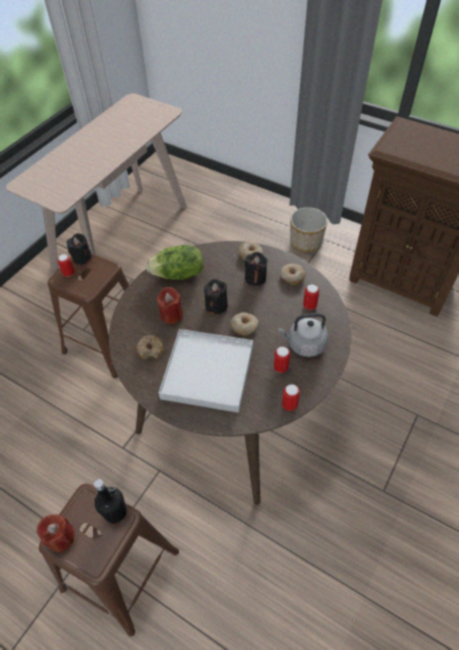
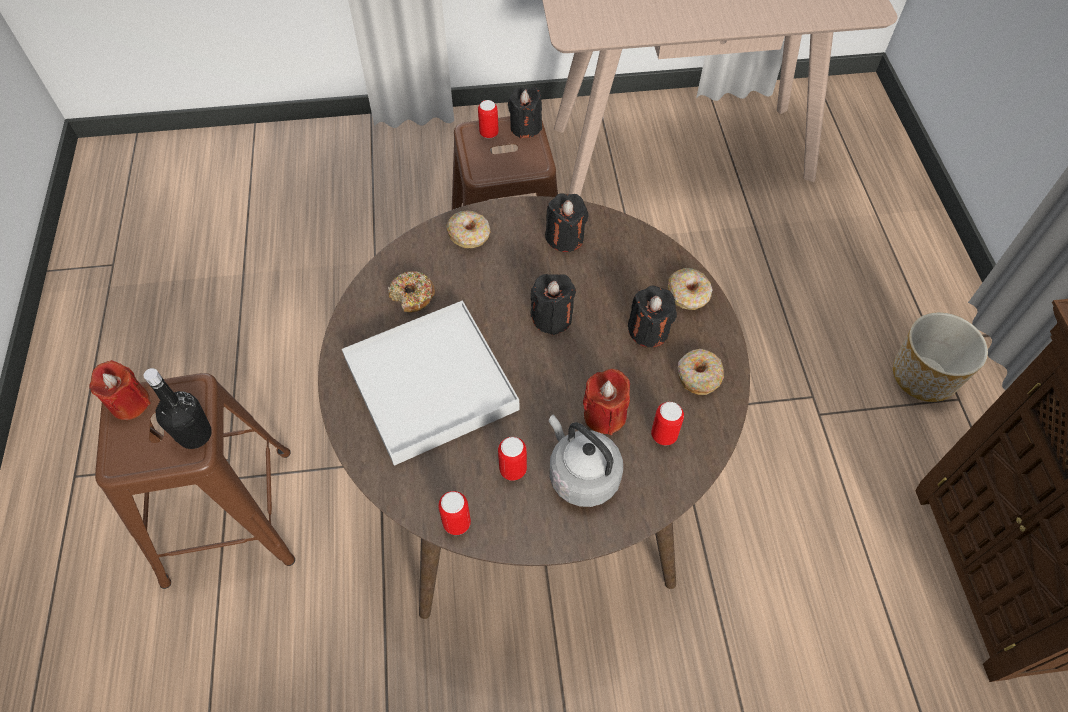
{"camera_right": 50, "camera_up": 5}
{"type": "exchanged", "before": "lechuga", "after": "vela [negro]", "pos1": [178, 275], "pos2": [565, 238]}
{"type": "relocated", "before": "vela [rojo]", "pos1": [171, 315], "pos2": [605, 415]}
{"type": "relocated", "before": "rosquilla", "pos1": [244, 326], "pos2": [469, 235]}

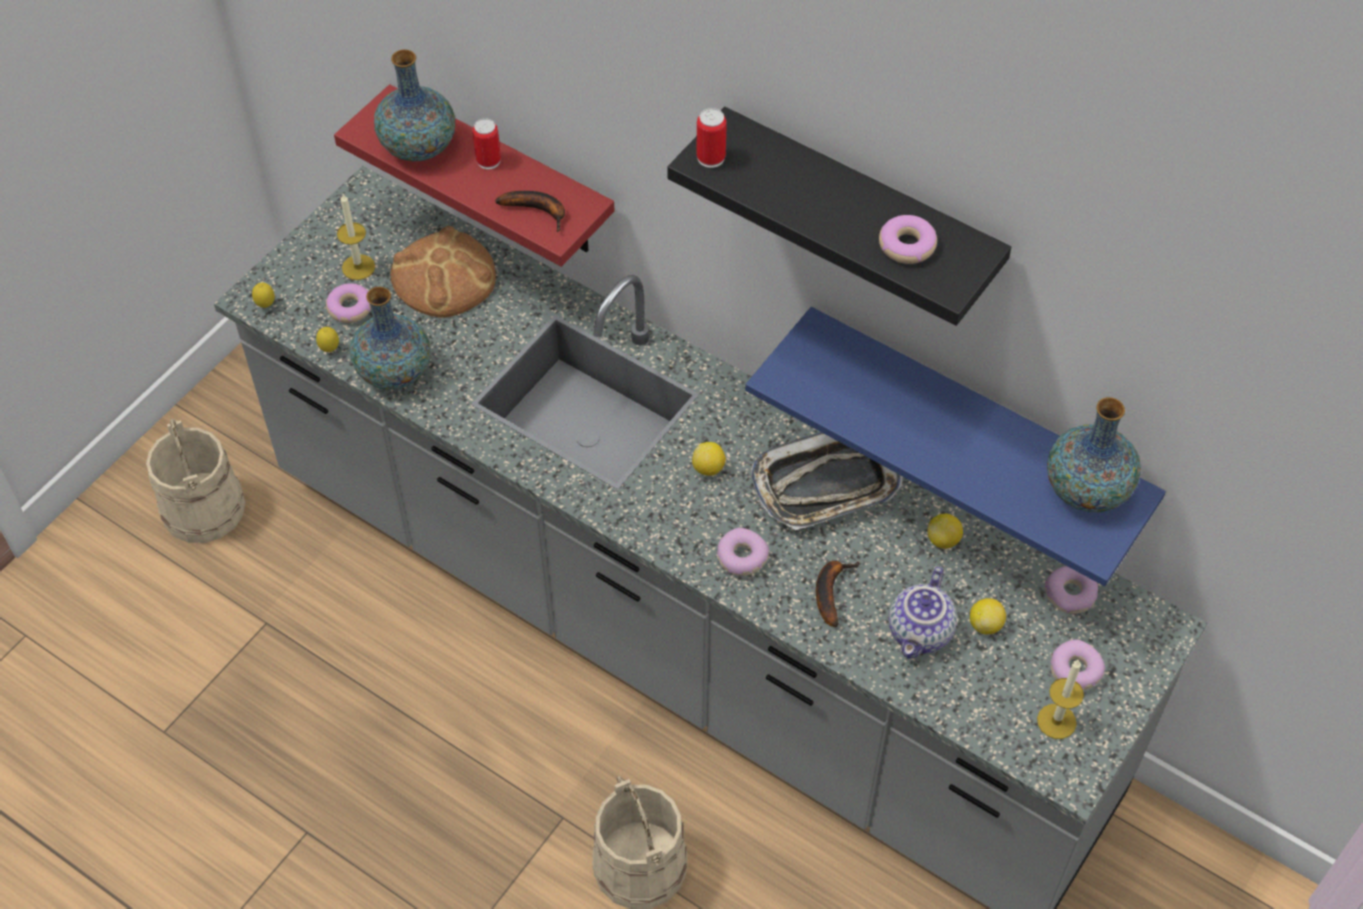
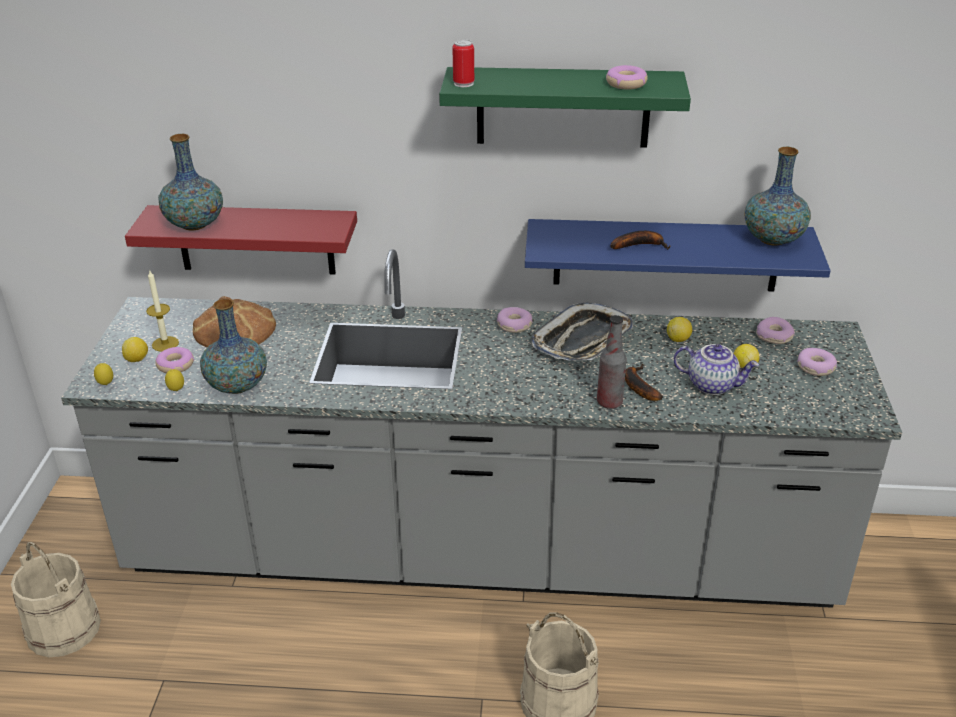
{"camera_right": -30, "camera_up": -20}
{"type": "missing", "before": "lata", "pos1": [488, 160]}
{"type": "relocated", "before": "plátano", "pos1": [538, 210], "pos2": [640, 245]}
{"type": "colour", "before": "estante [negro]", "after": "estante [verde]", "pos1": [859, 212], "pos2": [563, 107]}
{"type": "relocated", "before": "limón", "pos1": [708, 468], "pos2": [137, 360]}
{"type": "relocated", "before": "rosquilla", "pos1": [741, 557], "pos2": [514, 325]}
{"type": "spun", "before": "tetera", "pos1": [921, 633], "pos2": [712, 385], "turn": -60}
{"type": "missing", "before": "vela", "pos1": [1056, 721]}
{"type": "appeared", "after": "botella", "pos2": [609, 402]}

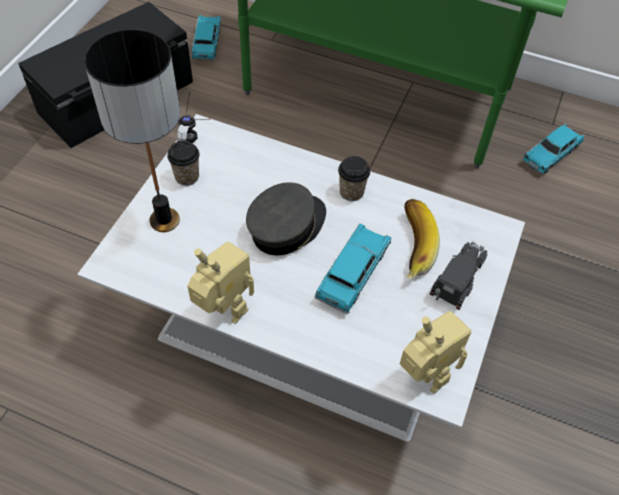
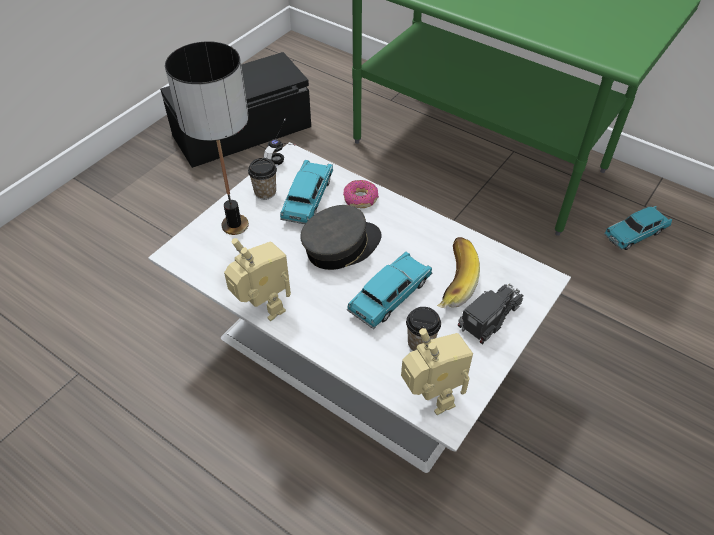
{"camera_right": 15, "camera_up": -5}
{"type": "relocated", "before": "coche de juguete [turquesa]", "pos1": [207, 44], "pos2": [308, 200]}
{"type": "relocated", "before": "taza", "pos1": [351, 192], "pos2": [420, 343]}
{"type": "appeared", "after": "rosquilla", "pos2": [360, 199]}

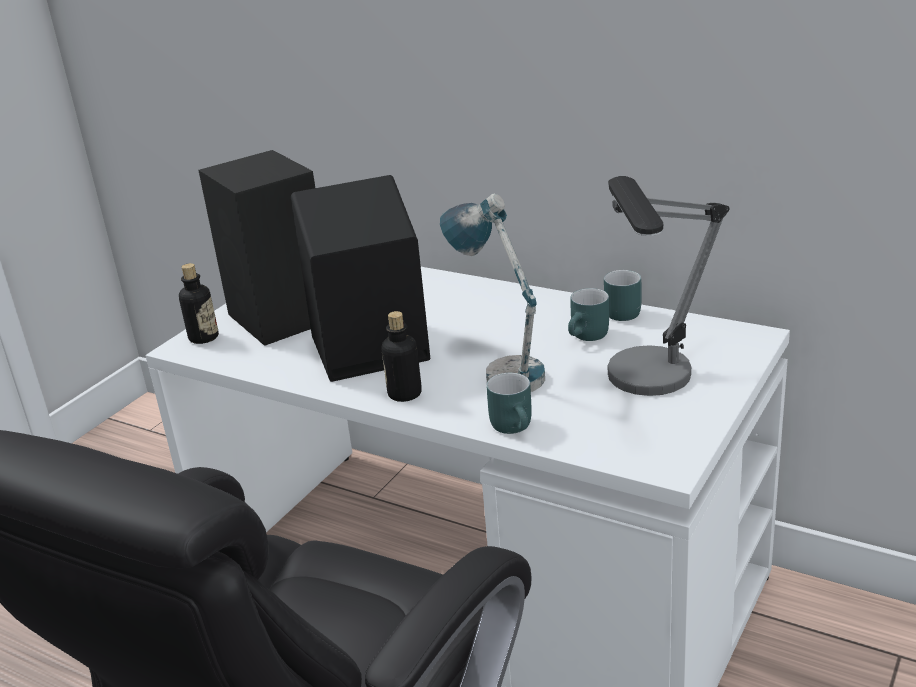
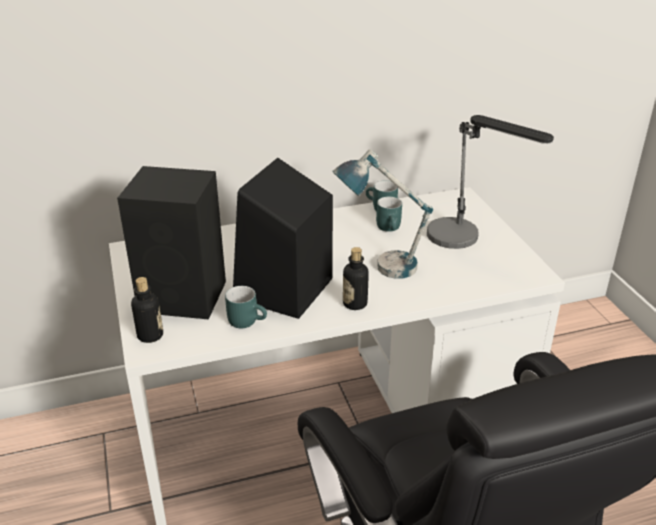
{"camera_right": -50, "camera_up": 5}
{"type": "relocated", "before": "taza grande [turquesa]", "pos1": [516, 427], "pos2": [247, 320]}

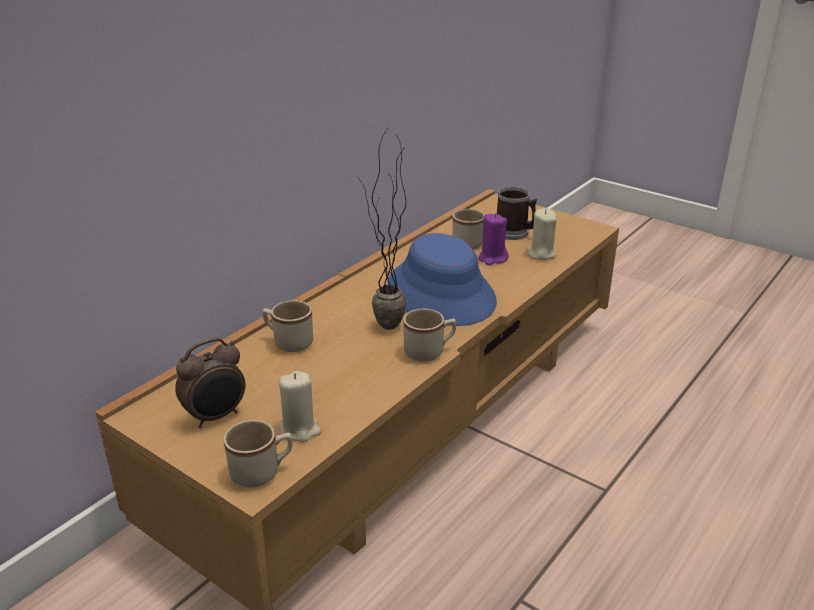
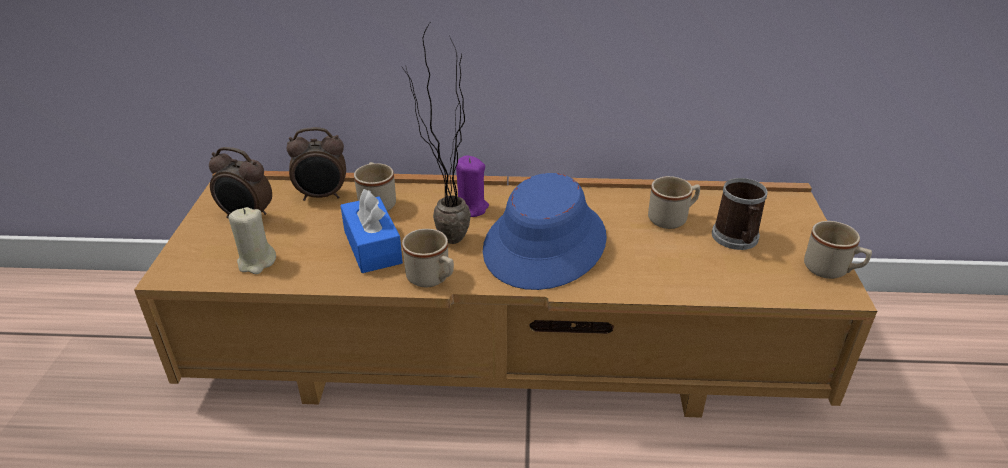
{"camera_right": 55, "camera_up": 5}
{"type": "relocated", "before": "taza grande [beis]", "pos1": [262, 472], "pos2": [831, 270]}
{"type": "relocated", "before": "vela [morado]", "pos1": [492, 258], "pos2": [470, 208]}
{"type": "missing", "before": "vela [beis]", "pos1": [541, 254]}
{"type": "appeared", "after": "despertador", "pos2": [322, 196]}
{"type": "appeared", "after": "caja de pañuelos [azul]", "pos2": [372, 247]}

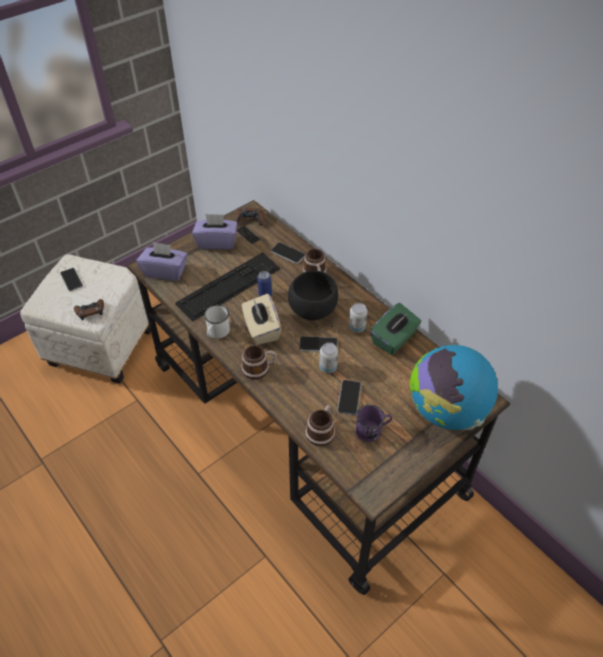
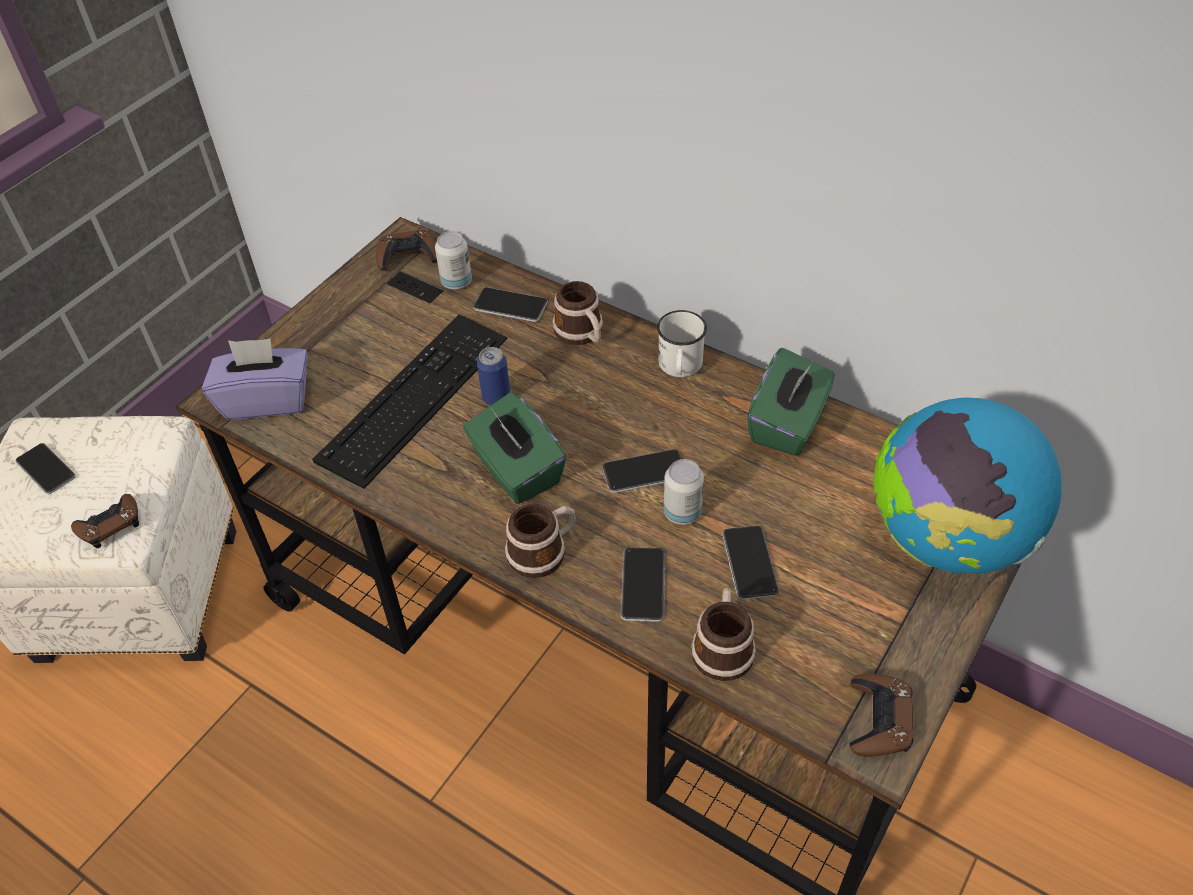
{"camera_right": -15, "camera_up": 0}
{"type": "missing", "before": "caja de pañuelos [morado]", "pos1": [217, 242]}
{"type": "relocated", "before": "taza grande [blanco]", "pos1": [216, 333], "pos2": [680, 367]}
{"type": "colour", "before": "caja de pañuelos [beis]", "after": "caja de pañuelos [verde]", "pos1": [261, 329], "pos2": [516, 470]}
{"type": "missing", "before": "cuenco [negro]", "pos1": [311, 310]}
{"type": "relocated", "before": "lata", "pos1": [357, 327], "pos2": [456, 282]}
{"type": "missing", "before": "taza grande [morado]", "pos1": [372, 430]}
{"type": "appeared", "after": "móvil", "pos2": [643, 585]}
{"type": "appeared", "after": "mando de consola [marrón]", "pos2": [879, 720]}

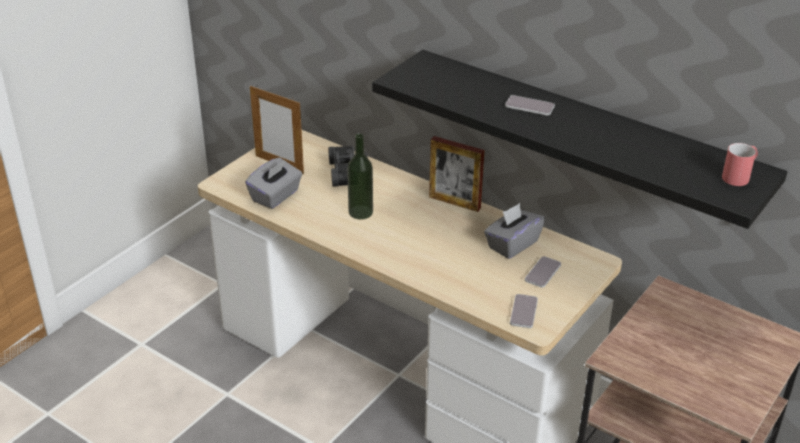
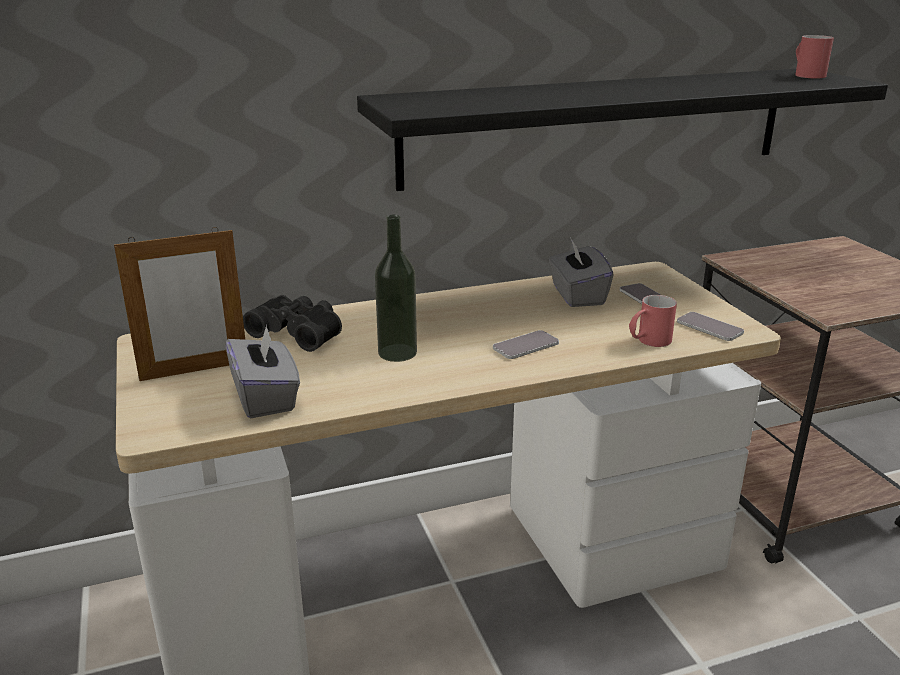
{"camera_right": -55, "camera_up": -10}
{"type": "missing", "before": "portarretratos", "pos1": [454, 202]}
{"type": "relocated", "before": "móvil", "pos1": [529, 106], "pos2": [525, 346]}
{"type": "appeared", "after": "taza grande [rojo]", "pos2": [648, 342]}

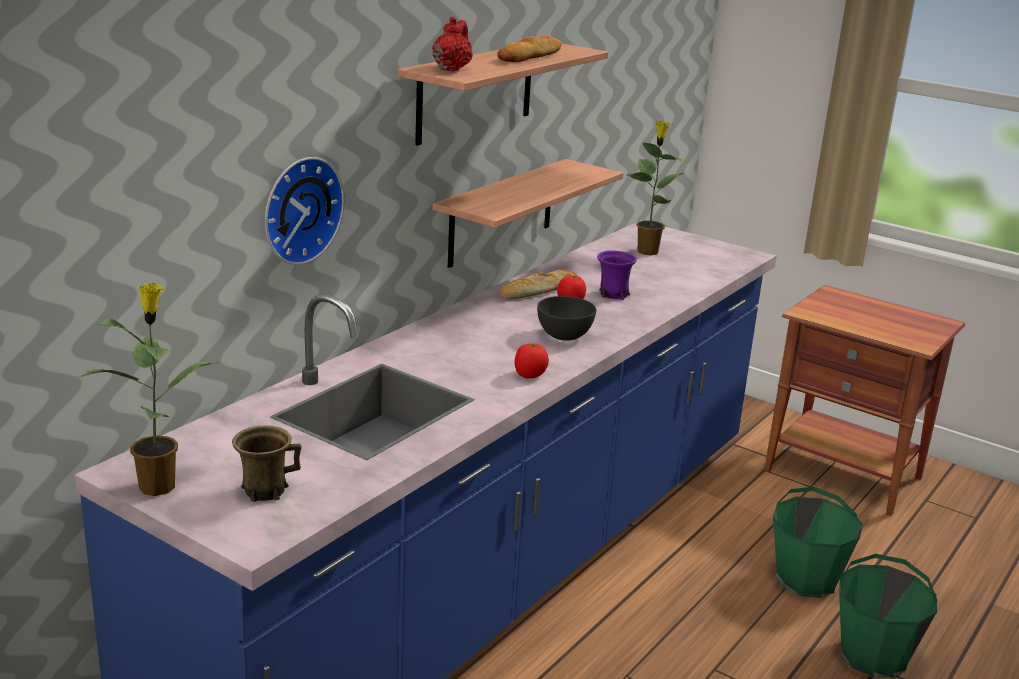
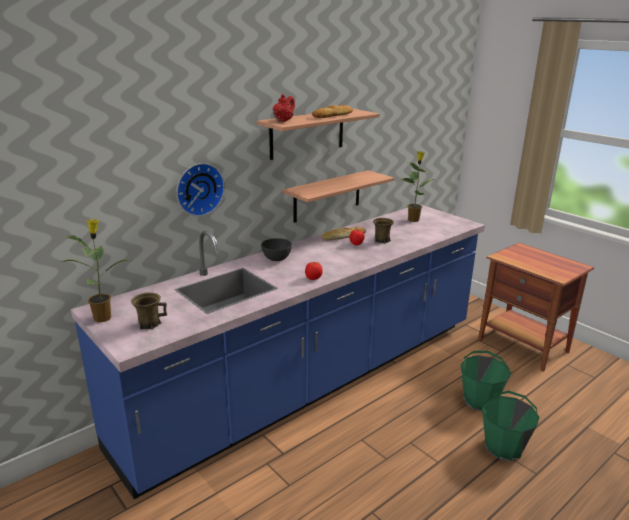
{"camera_right": 15, "camera_up": 0}
{"type": "relocated", "before": "cuenco [gris]", "pos1": [563, 336], "pos2": [276, 259]}
{"type": "colour", "before": "taza grande [morado]", "after": "taza grande [marrón]", "pos1": [613, 294], "pos2": [382, 240]}

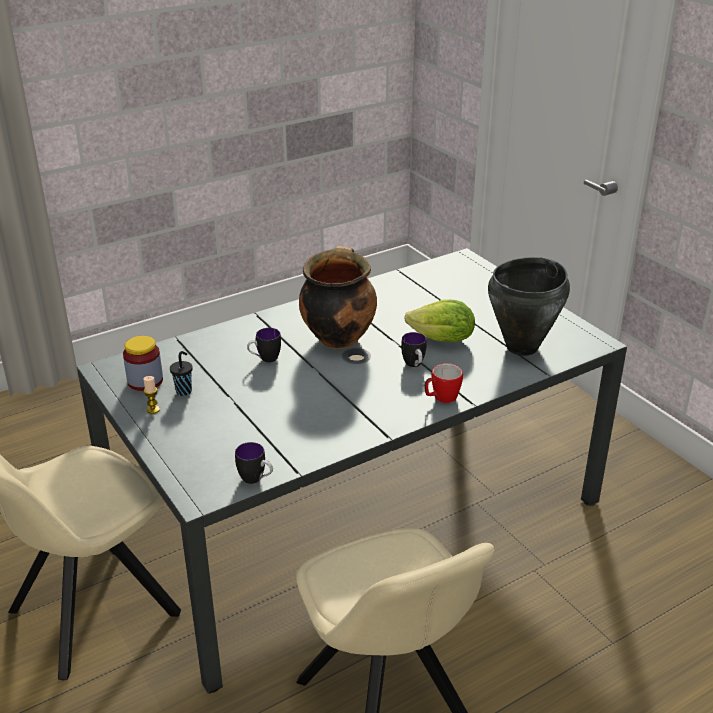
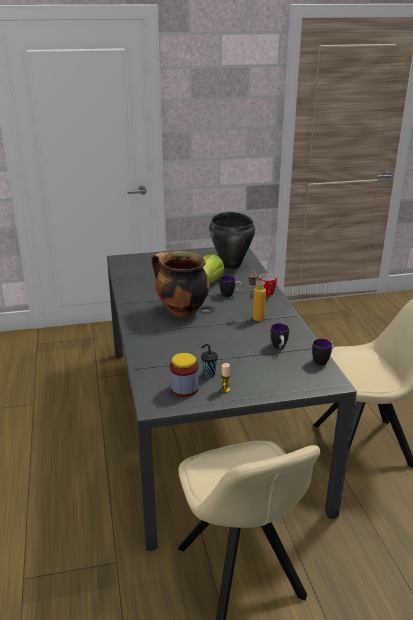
{"camera_right": -70, "camera_up": -5}
{"type": "relocated", "before": "taza grande", "pos1": [264, 359], "pos2": [279, 348]}
{"type": "appeared", "after": "botella", "pos2": [255, 316]}

